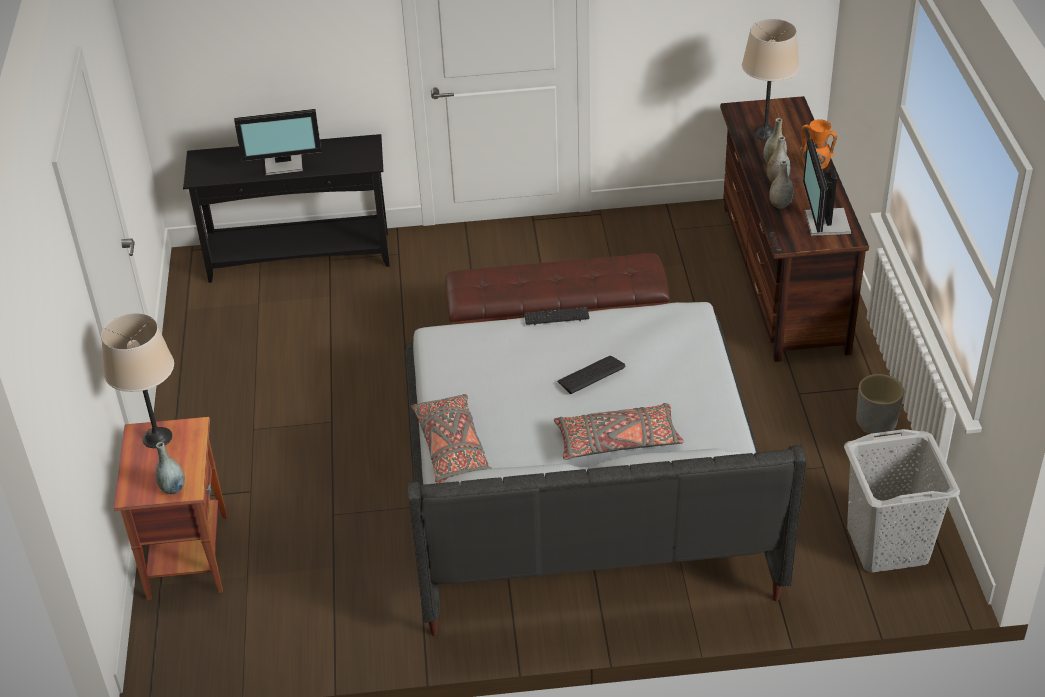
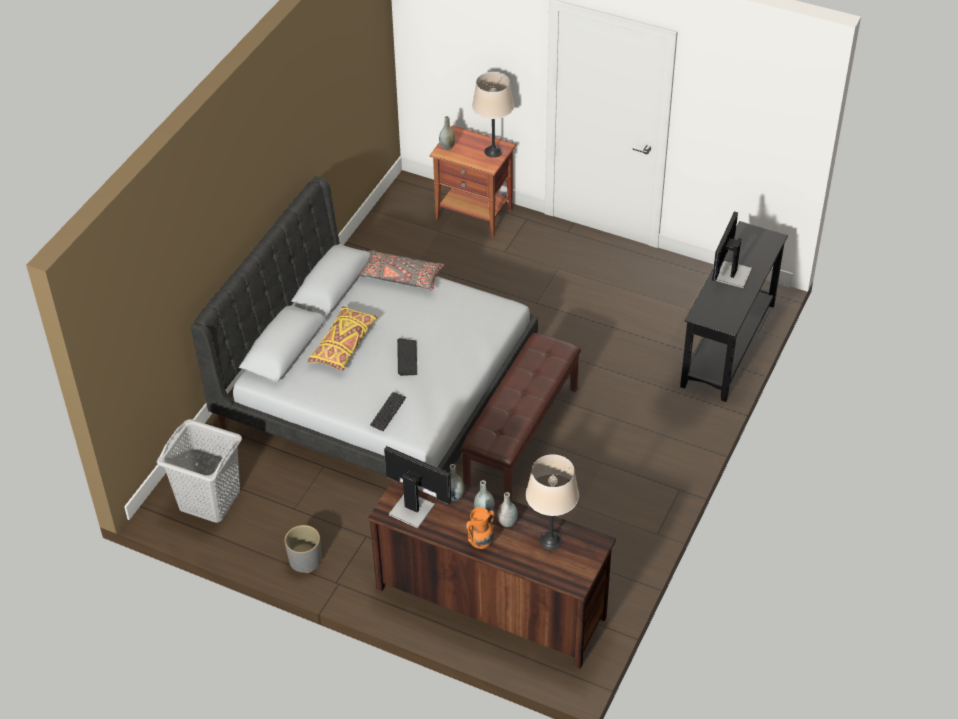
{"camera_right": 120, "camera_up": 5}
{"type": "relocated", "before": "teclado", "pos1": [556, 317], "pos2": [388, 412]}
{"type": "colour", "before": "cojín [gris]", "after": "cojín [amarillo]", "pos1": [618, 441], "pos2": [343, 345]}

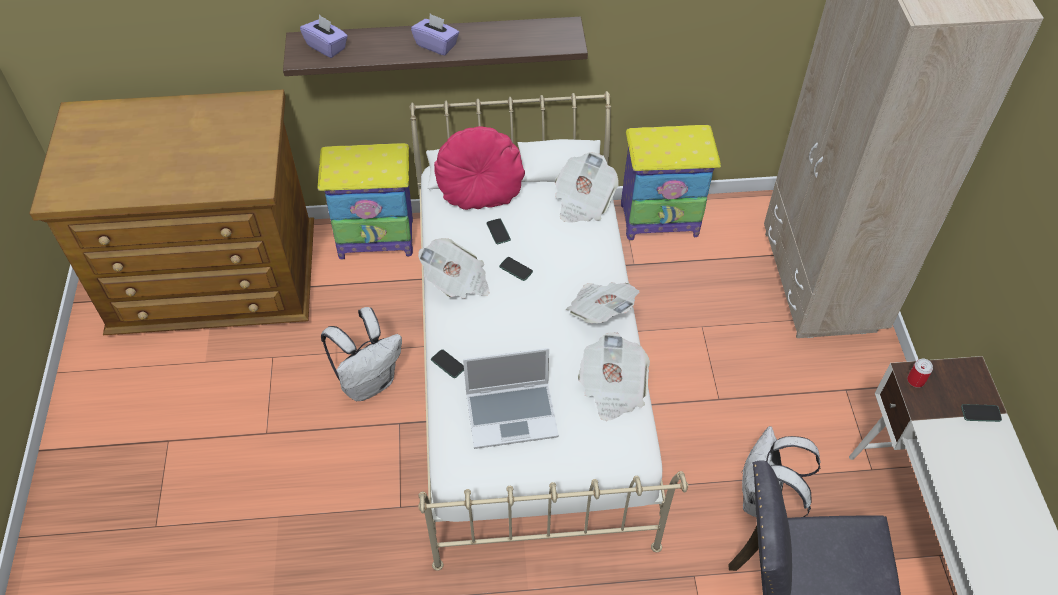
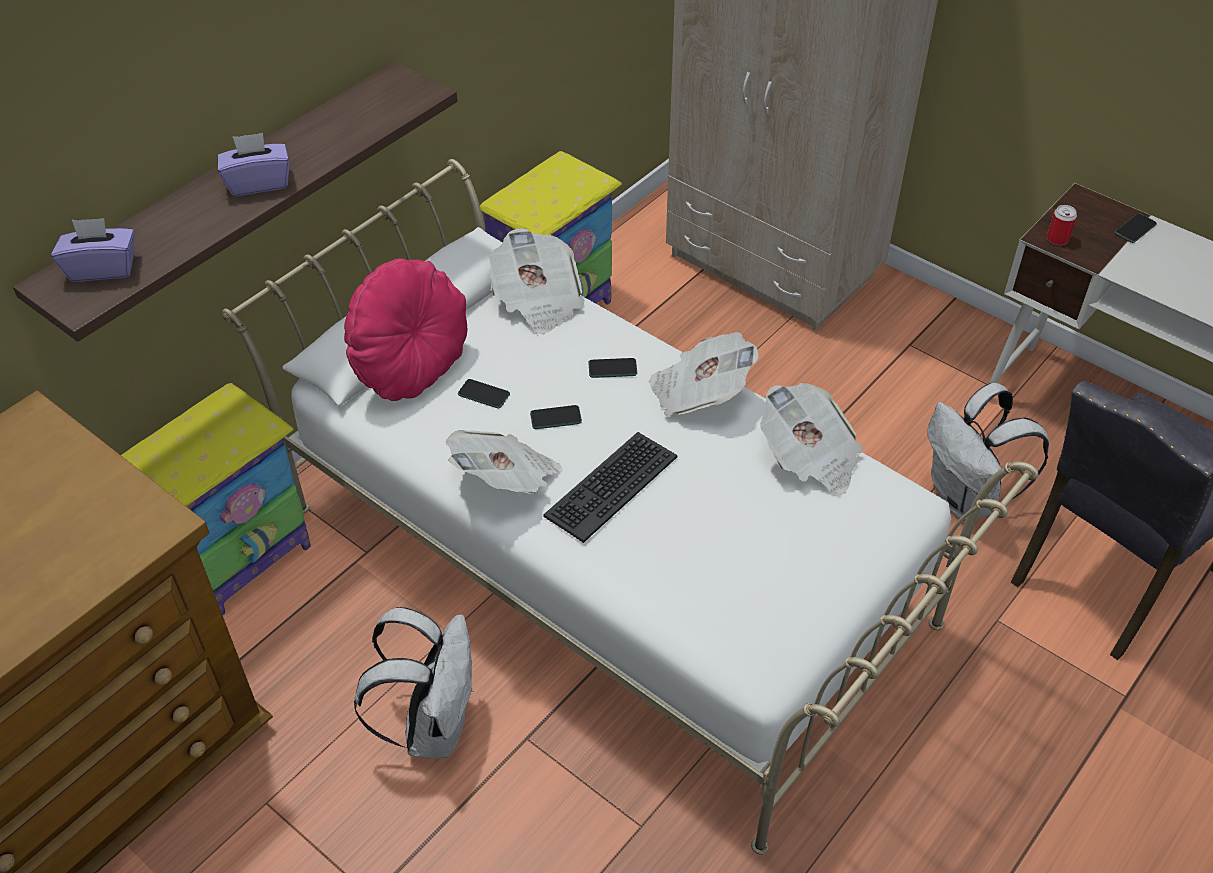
{"camera_right": -45, "camera_up": -5}
{"type": "relocated", "before": "móvil", "pos1": [448, 364], "pos2": [612, 369]}
{"type": "missing", "before": "portátil", "pos1": [512, 415]}
{"type": "appeared", "after": "teclado", "pos2": [610, 486]}

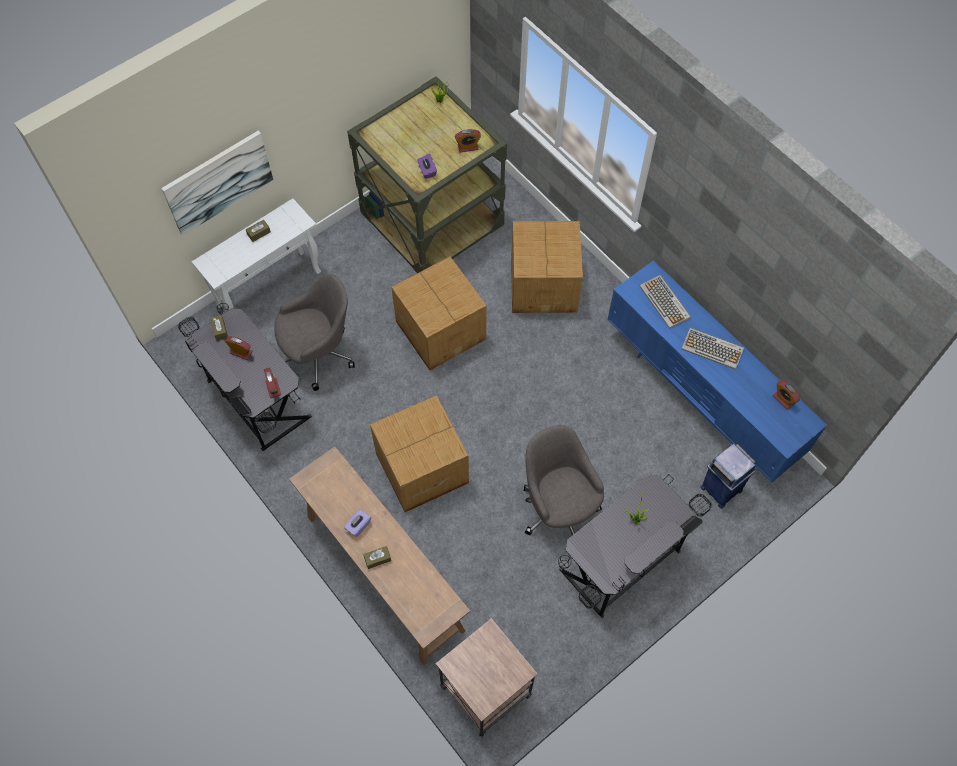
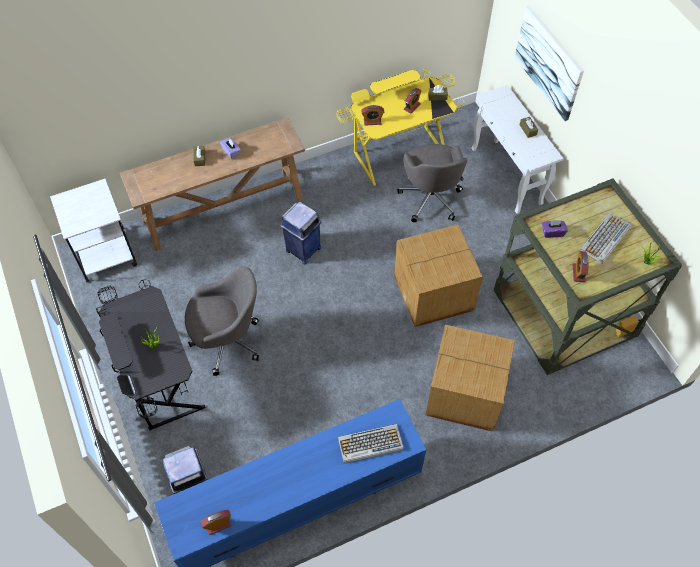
{"camera_right": 105, "camera_up": -5}
{"type": "colour", "before": "escritorio [negro]", "after": "escritorio [amarillo]", "pos1": [256, 400], "pos2": [399, 153]}
{"type": "exchanged", "before": "caja de cartón", "after": "papelera [azul]", "pos1": [420, 467], "pos2": [303, 250]}
{"type": "colour", "before": "carrito [marrón]", "after": "carrito [blanco]", "pos1": [485, 689], "pos2": [106, 254]}
{"type": "relocated", "before": "teclado", "pos1": [713, 349], "pos2": [605, 239]}

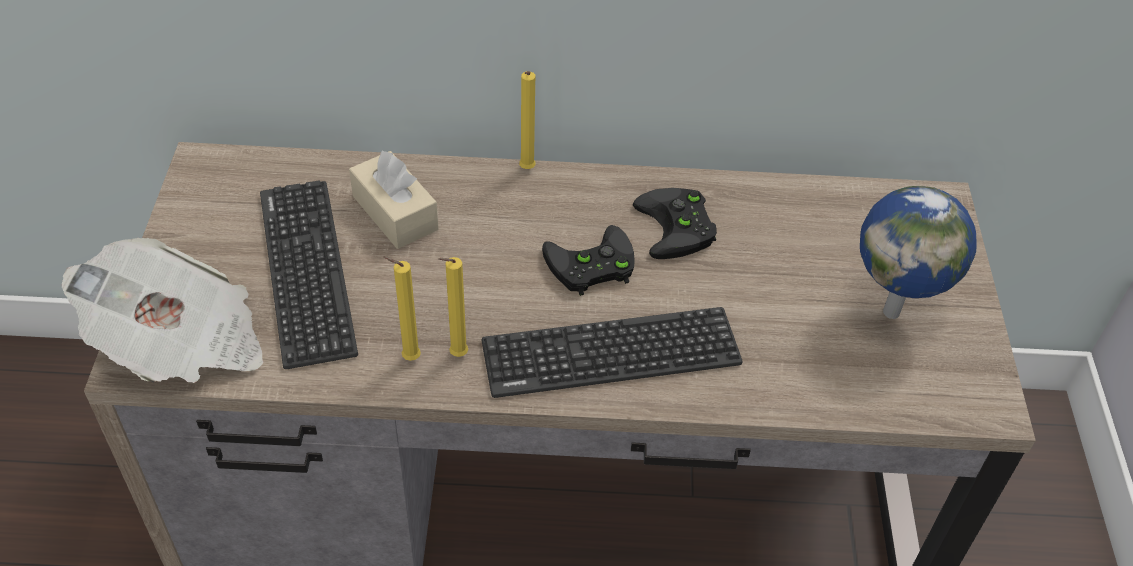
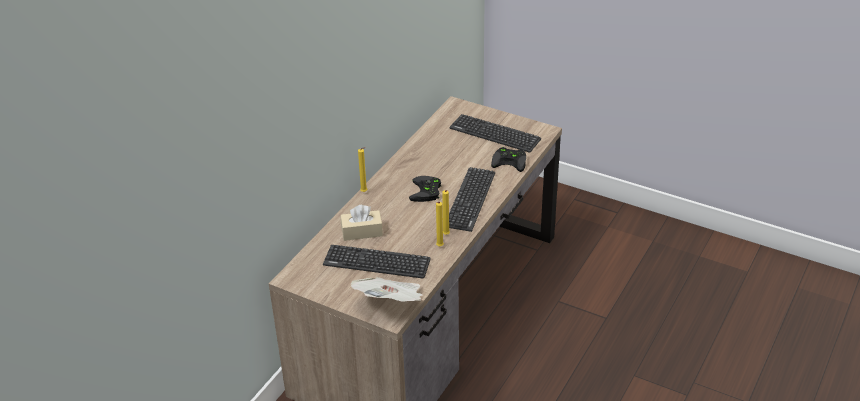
{"camera_right": -60, "camera_up": -10}
{"type": "relocated", "before": "mando de consola [negro]", "pos1": [679, 229], "pos2": [511, 161]}
{"type": "exchanged", "before": "globo terráqueo", "after": "teclado", "pos1": [893, 311], "pos2": [494, 134]}

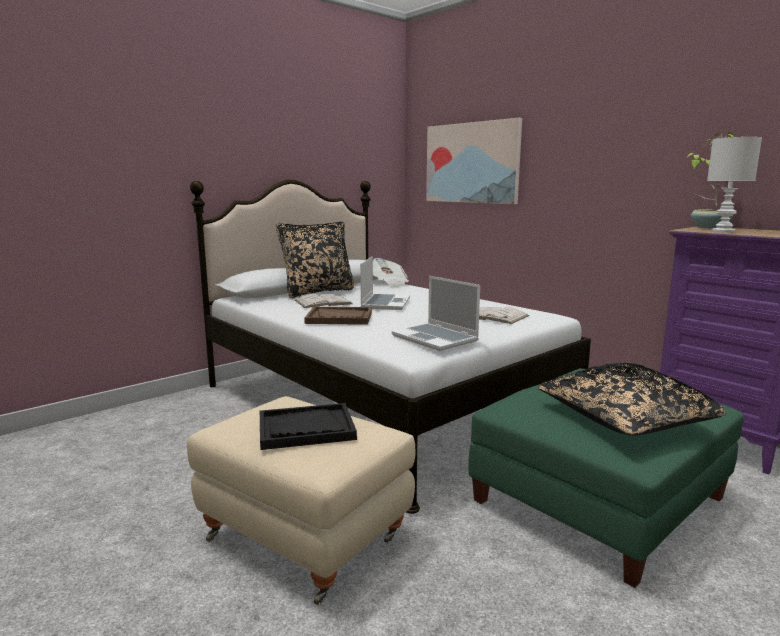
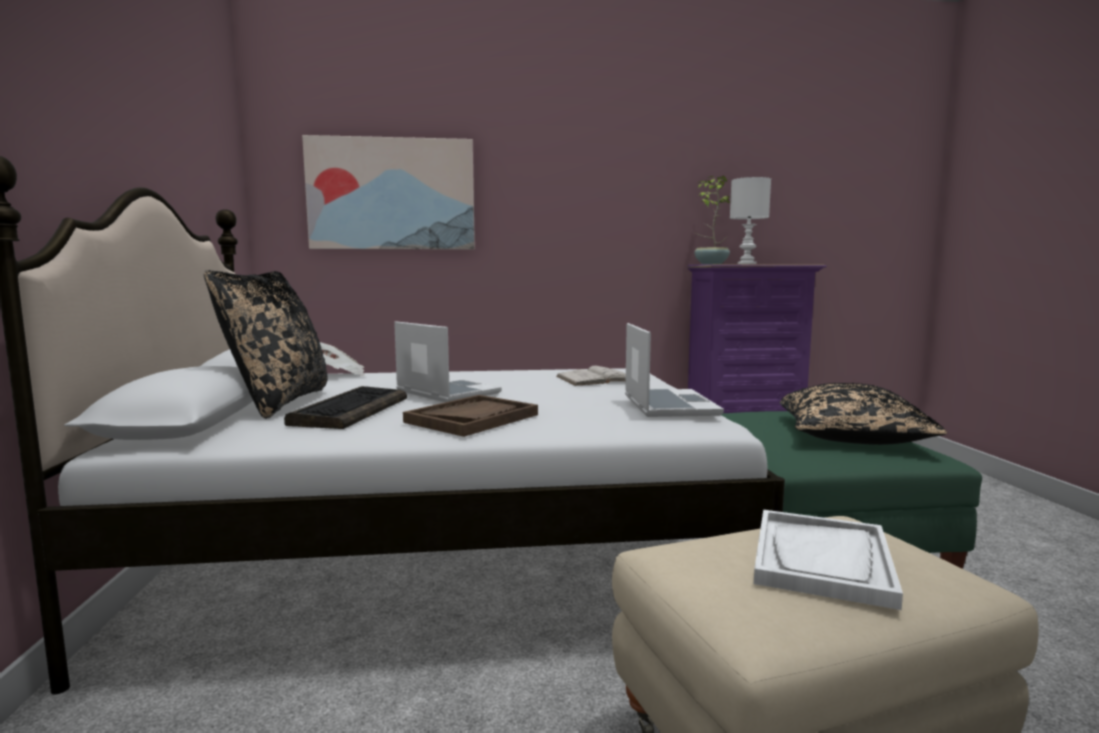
{"camera_right": -55, "camera_up": -5}
{"type": "colour", "before": "bandeja [negro]", "after": "bandeja [blanco]", "pos1": [306, 429], "pos2": [822, 560]}
{"type": "exchanged", "before": "libro [blanco]", "after": "teclado", "pos1": [323, 302], "pos2": [351, 410]}
{"type": "spun", "before": "portátil", "pos1": [436, 338], "pos2": [667, 405], "turn": -90}

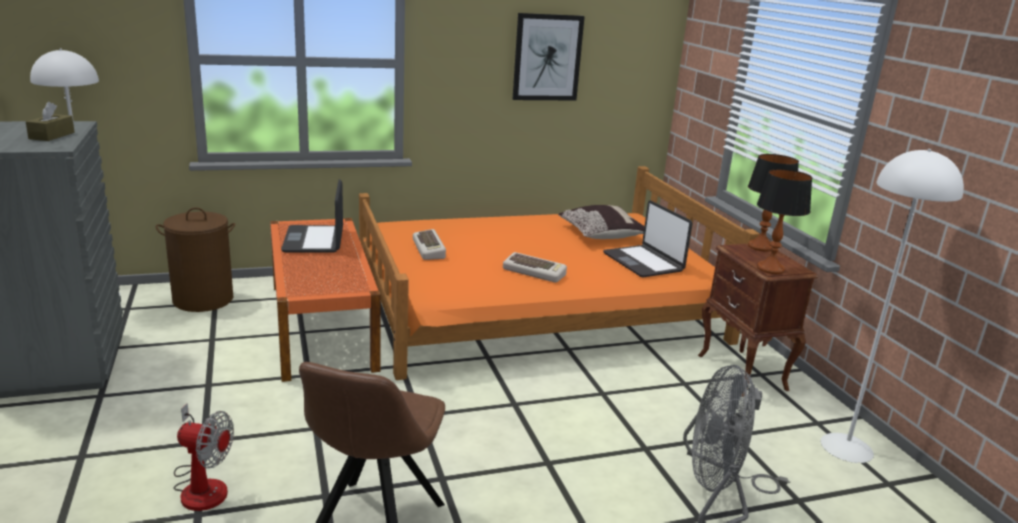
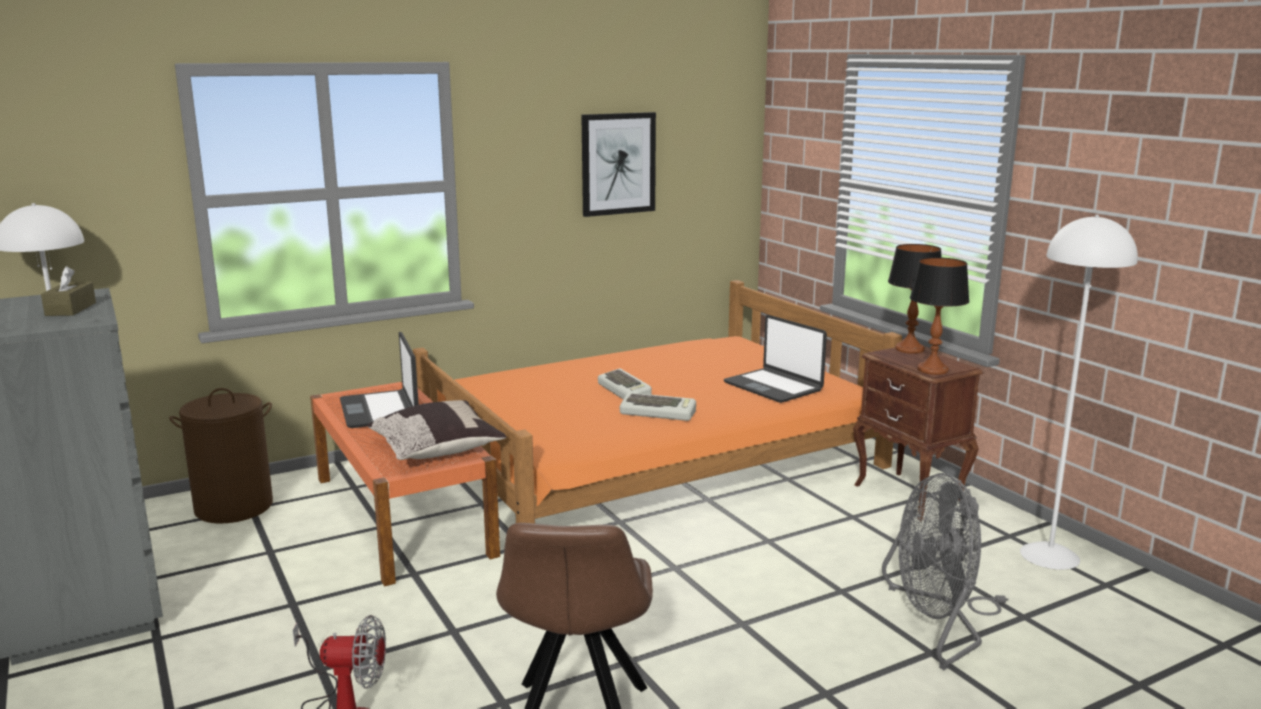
{"camera_right": -10, "camera_up": -5}
{"type": "relocated", "before": "teclado", "pos1": [430, 249], "pos2": [626, 391]}
{"type": "relocated", "before": "cojín", "pos1": [602, 234], "pos2": [436, 449]}

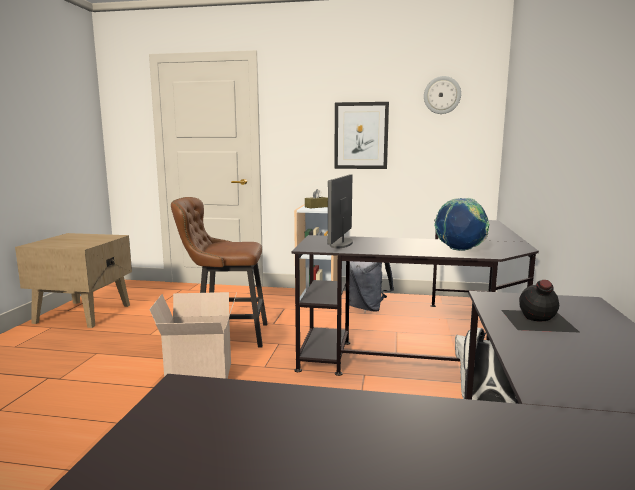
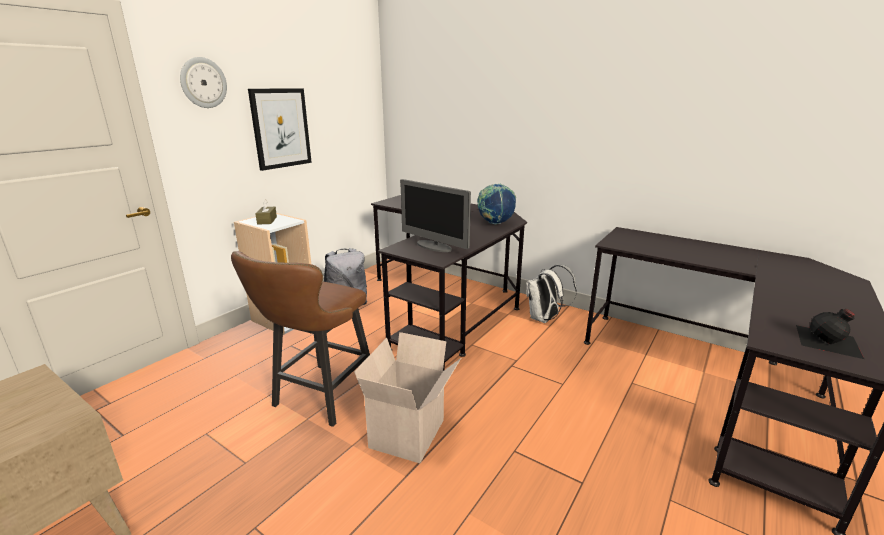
{"camera_right": -65, "camera_up": 10}
{"type": "relocated", "before": "reloj de pared", "pos1": [442, 95], "pos2": [203, 83]}
{"type": "relocated", "before": "botella [negro]", "pos1": [537, 320], "pos2": [829, 341]}

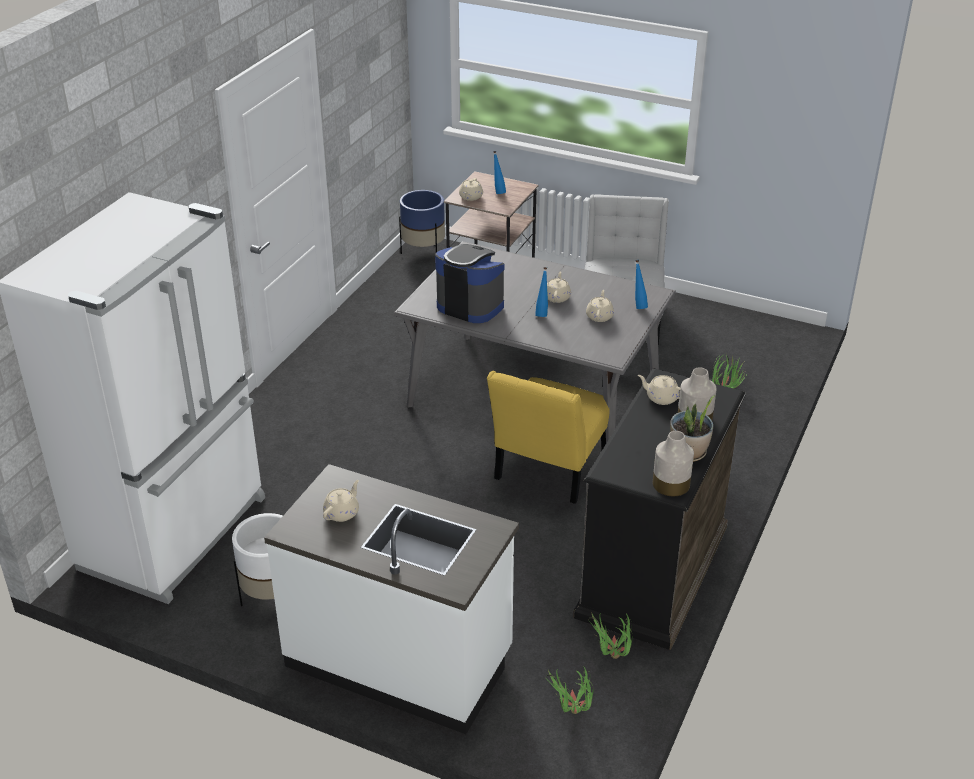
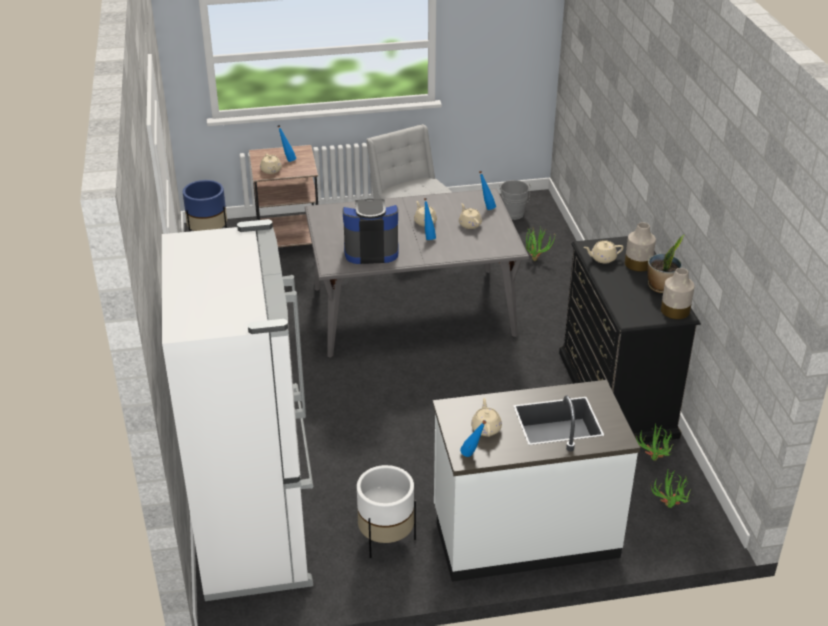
{"camera_right": -35, "camera_up": 0}
{"type": "missing", "before": "silla [amarillo]", "pos1": [548, 469]}
{"type": "appeared", "after": "botella [azul]", "pos2": [472, 456]}
{"type": "appeared", "after": "cubo [gris]", "pos2": [513, 215]}

